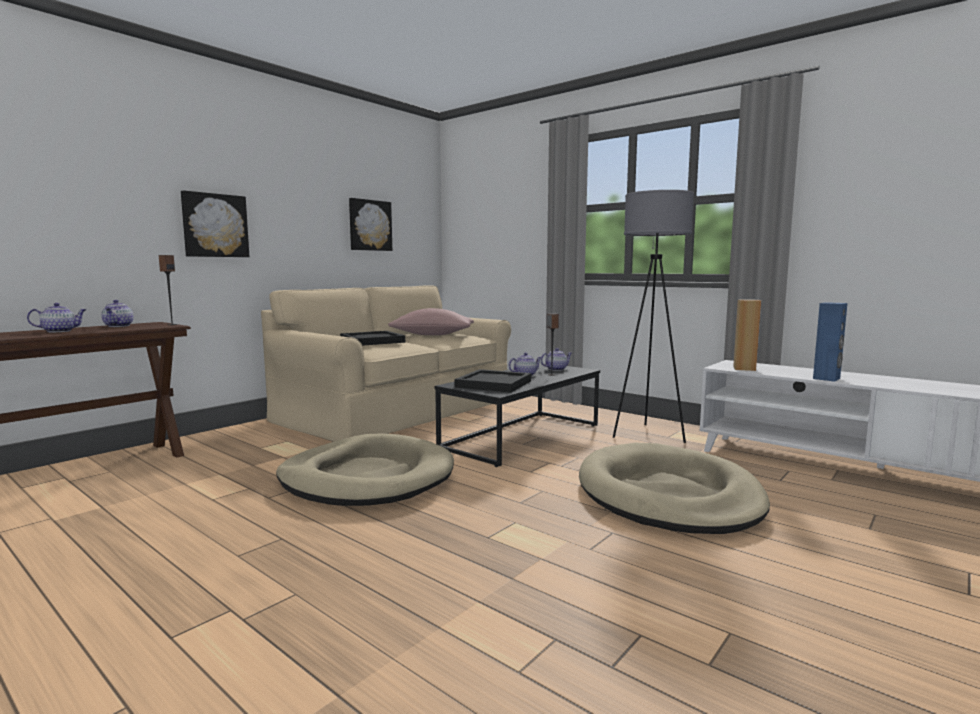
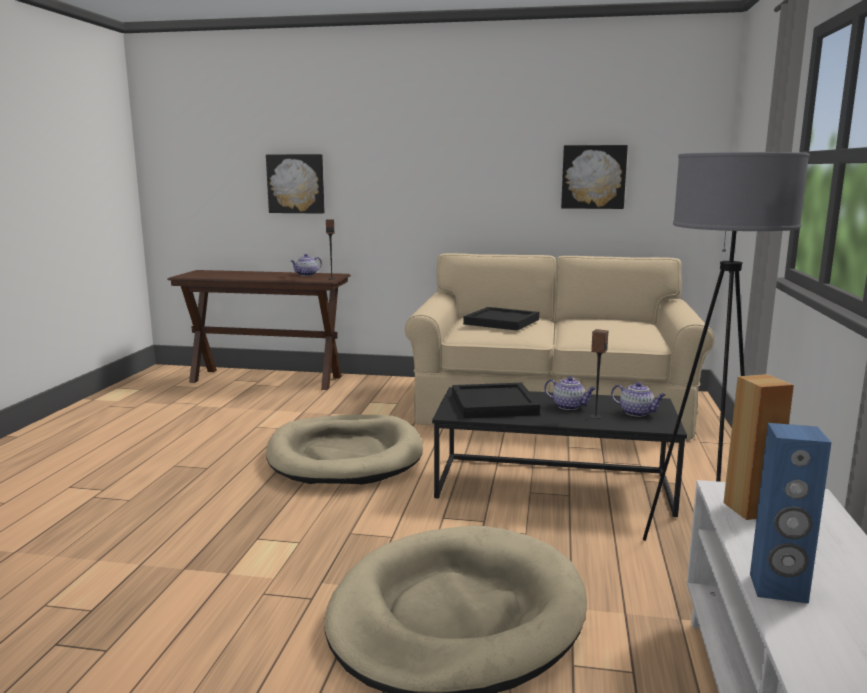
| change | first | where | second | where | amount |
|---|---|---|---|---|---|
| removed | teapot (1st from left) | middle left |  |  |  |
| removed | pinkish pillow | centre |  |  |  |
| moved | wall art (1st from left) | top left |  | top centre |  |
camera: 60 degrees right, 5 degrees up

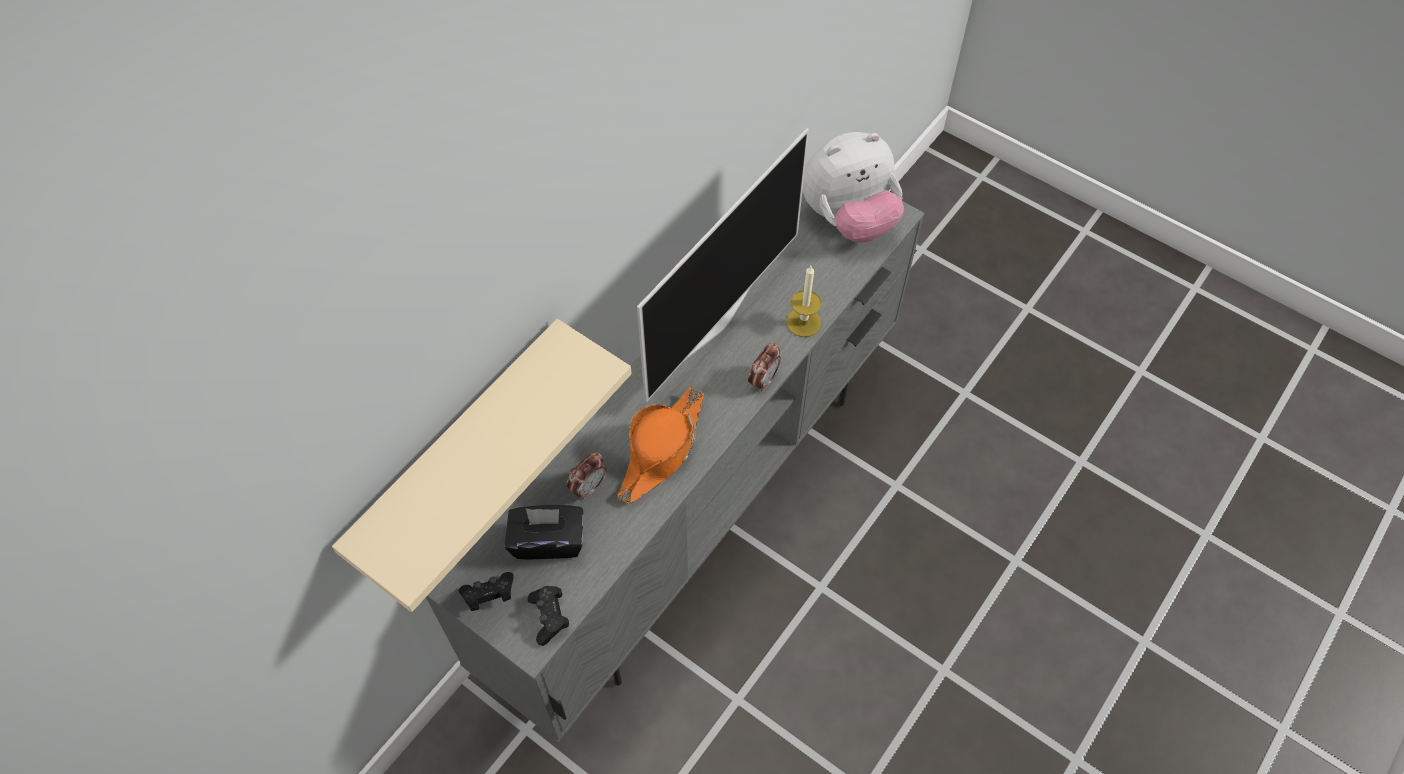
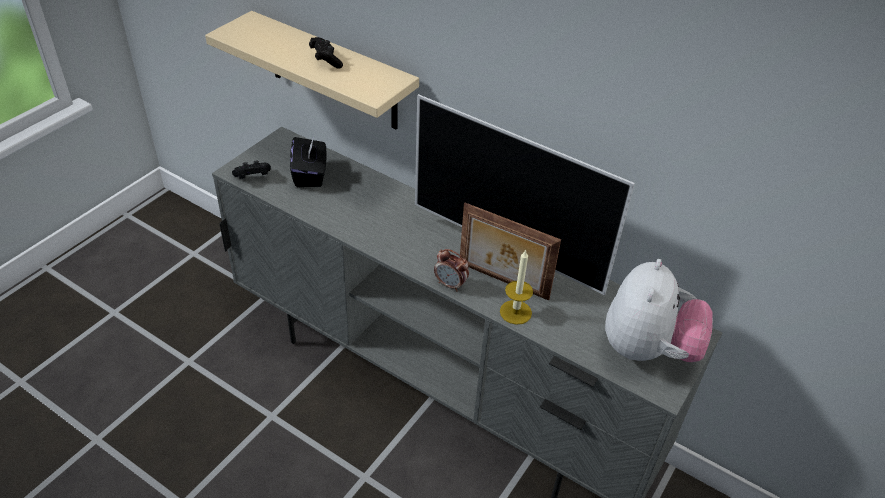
| change | first | where | second | where | amount |
|---|---|---|---|---|---|
| removed | bedside clock (1st from left) | centre |  |  |  |
| removed | orange-coloured hat | centre |  |  |  |
| added |  |  | picture frame | centre |  |
| moved | black-coloured game controller (1st from left in the first image) | bottom centre | black-coloured game controller (2nd from left) | top centre |  |
| turned | soft toy | top centre |  | middle right | 135 degrees counterclockwise |
camera: 85 degrees right, 15 degrees down

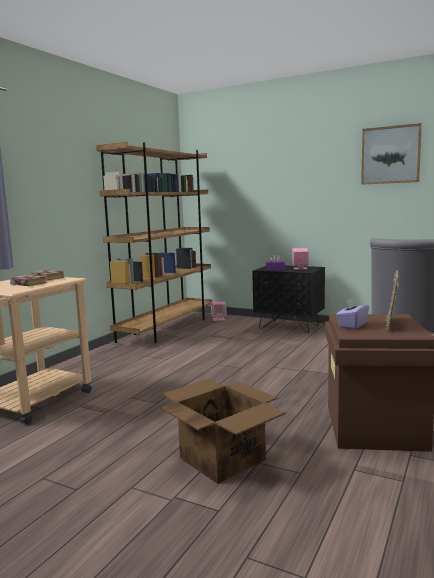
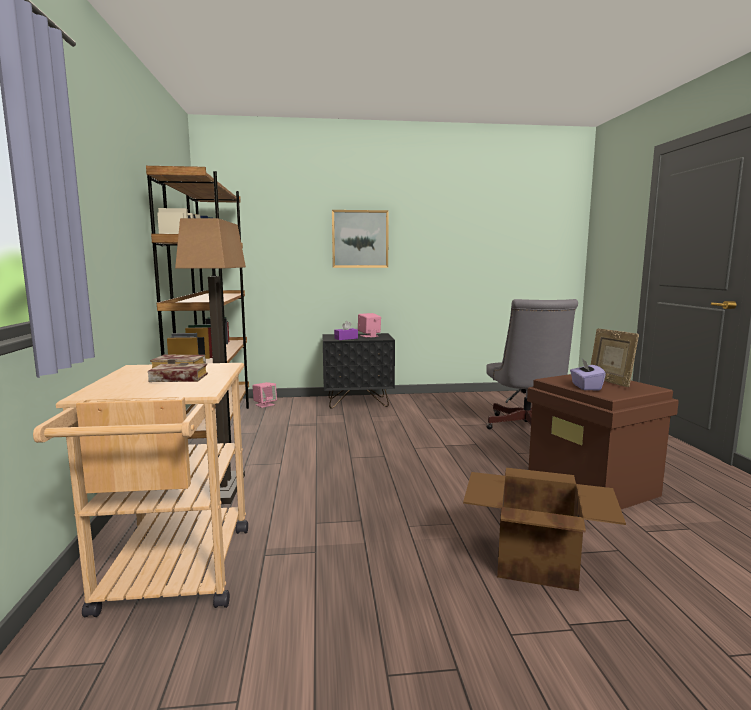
| change | first | where | second | where | amount |
|---|---|---|---|---|---|
| added |  |  | standing lamp | middle left |  |
| moved | wall art | top right |  | centre |  |
camera: 35 degrees left, 0 degrees up

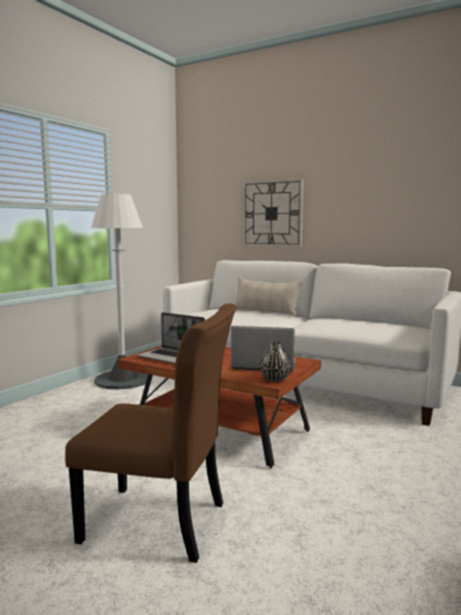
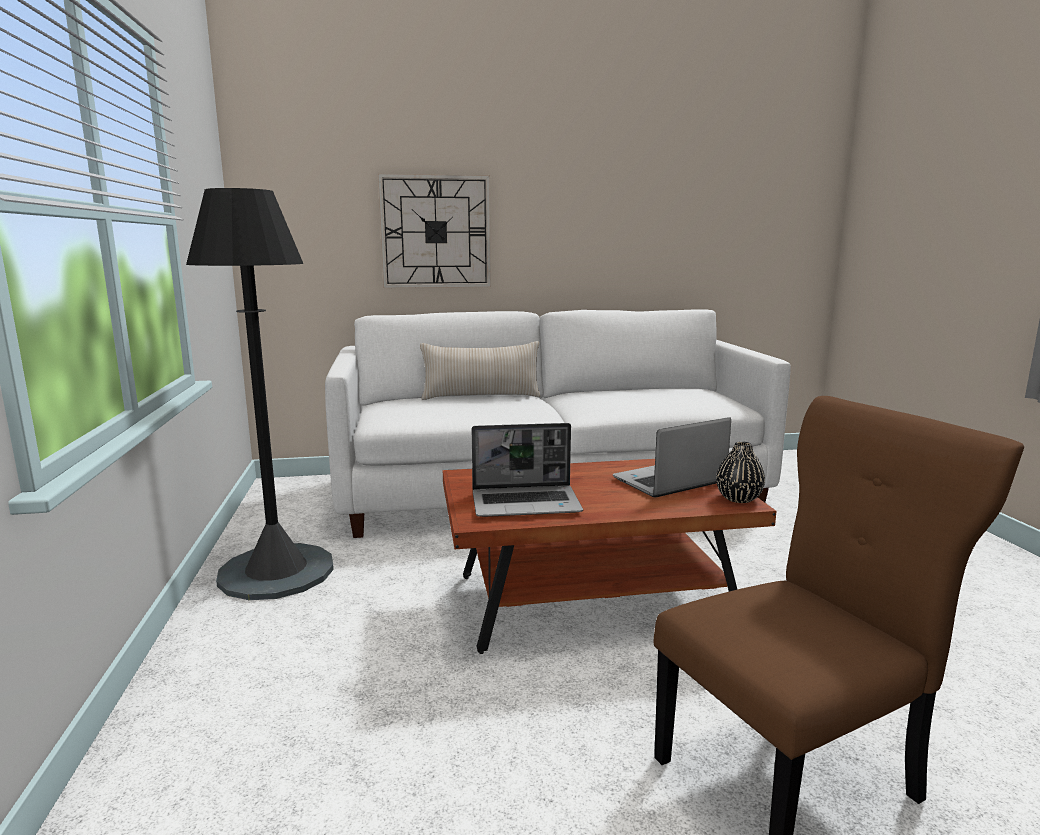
| change | first | where | second | where | amount |
|---|---|---|---|---|---|
| recoloured | white-coloured standing lamp | middle left | black-coloured standing lamp | middle left |  |
camera: 40 degrees left, 5 degrees up

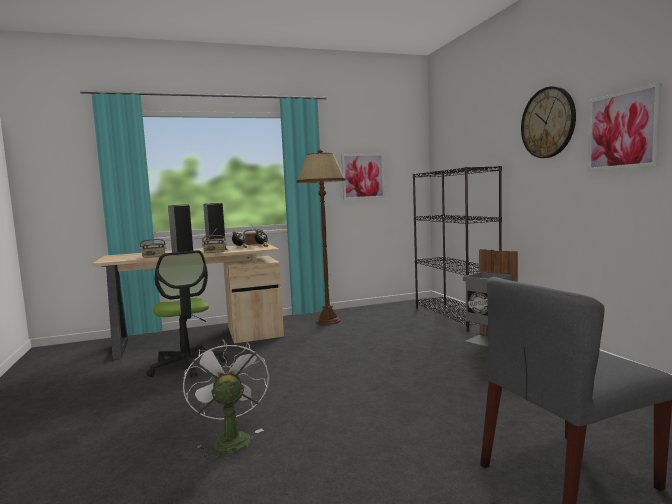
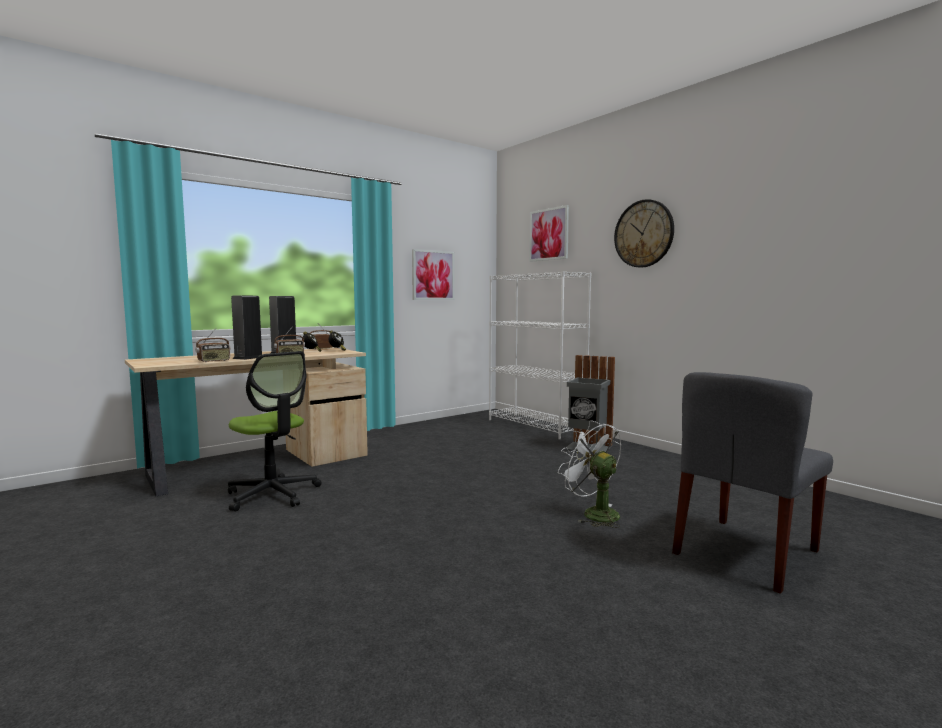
| change | first | where | second | where | amount |
|---|---|---|---|---|---|
| removed | brown-coloured standing lamp | centre |  |  |  |
| moved | white-coloured fan | bottom centre |  | centre |  |
| moved | wall art (2nd from left) | top right |  | top centre |  |
| recoloured | black-coloured bookshelf | middle right | white-coloured bookshelf | centre |  |
camera: 20 degrees left, 0 degrees up

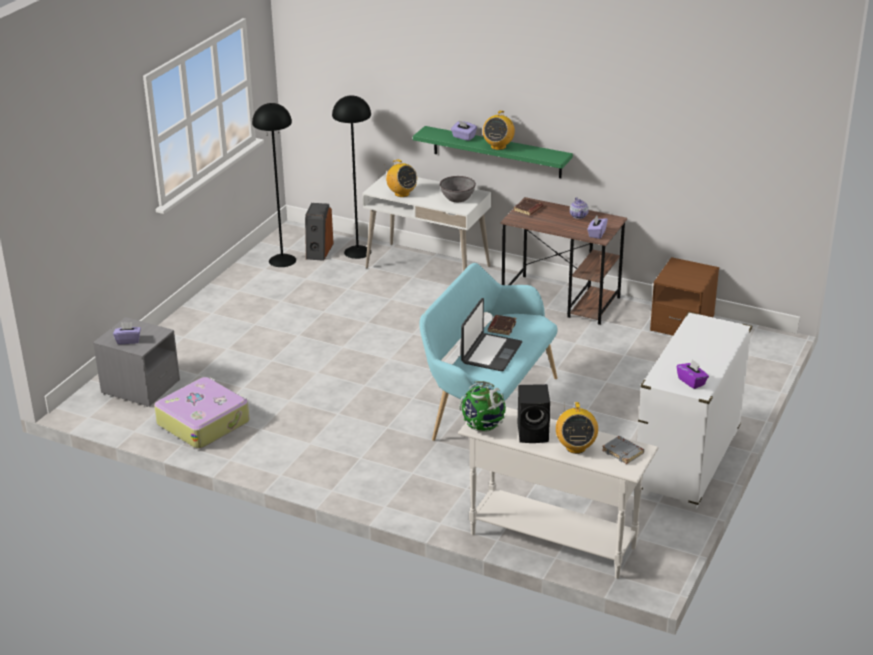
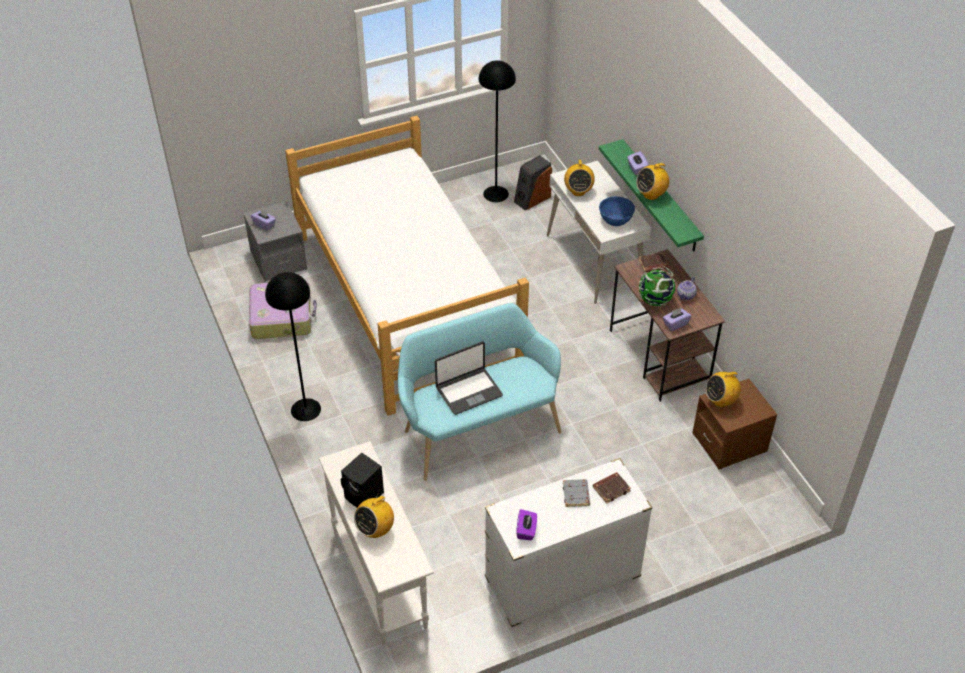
| change | first | where | second | where | amount |
|---|---|---|---|---|---|
| added |  |  | bedroom bed | centre |  |
| added |  |  | radio receiver (4th from left) | middle right |  |
| moved | black-coloured standing lamp (2nd from left in the first image) | top centre | black-coloured standing lamp (1st from left) | middle left |  |
| moved | globe | centre |  | middle right |  |
| moved | brown-coloured book (1st from left) | centre |  | bottom centre |  |
| moved | gray book | bottom right |  | bottom centre |  |
| recoloured | gray serving bowl | top centre | bluish serving bowl | top centre |  |
camera: 40 degrees right, 15 degrees up

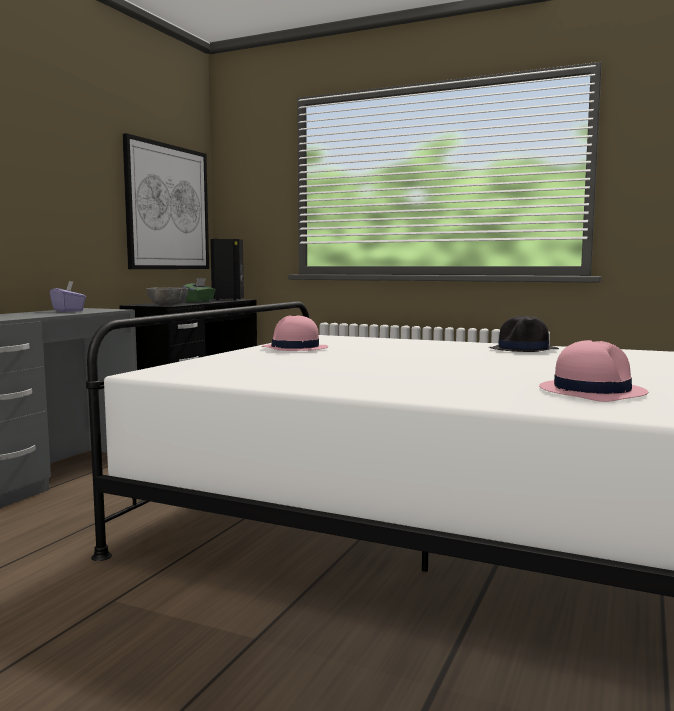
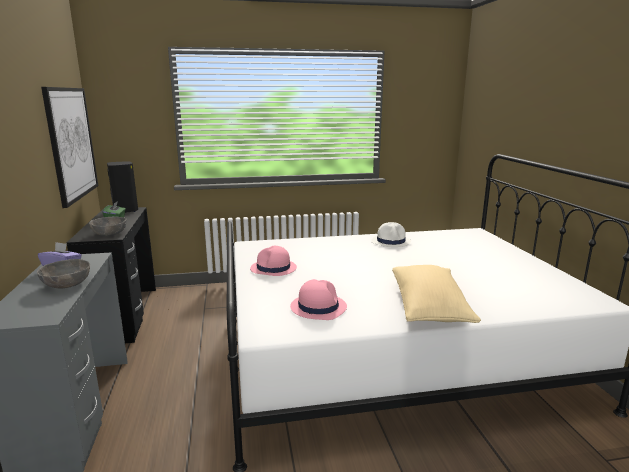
| change | first | where | second | where | amount |
|---|---|---|---|---|---|
| added |  |  | gray serving bowl (1st from left) | middle left |  |
| added |  |  | beige pillow | middle right |  |
| moved | pinkish hat (2nd from left) | middle right |  | centre |  |
| recoloured | black-coloured hat | middle right | white-coloured hat | centre |  |
camera: 35 degrees left, 10 degrees up

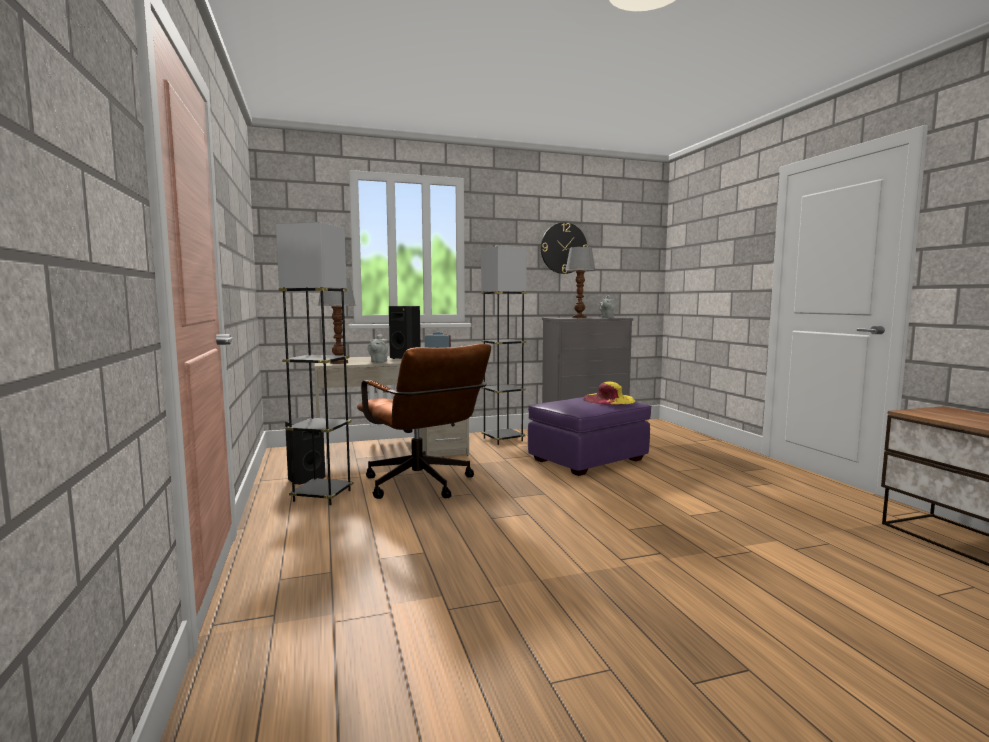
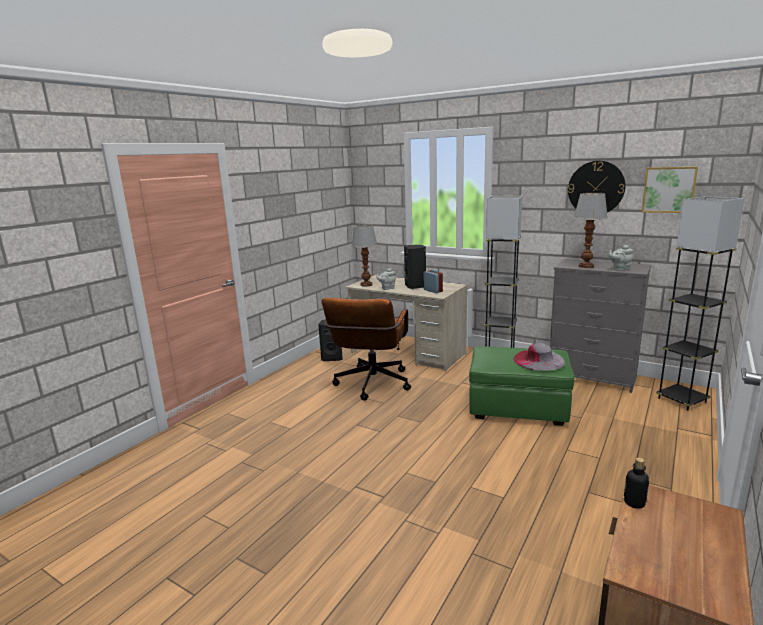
| change | first | where | second | where | amount |
|---|---|---|---|---|---|
| added |  |  | beverage bottle | bottom right |  |
| added |  |  | wall art | top right |  |
| moved | gray standing lamp (1st from left in the first image) | middle left | gray standing lamp (2nd from left) | middle right |  |
| recoloured | purplish ottoman | centre | green-coloured ottoman | middle right |  |
| recoloured | yellow-coloured hat | centre | gray hat | middle right |  |
camera: 50 degrees right, 10 degrees up

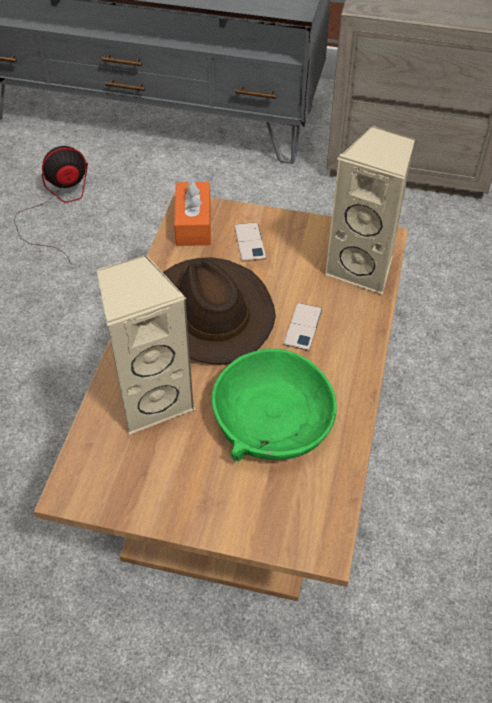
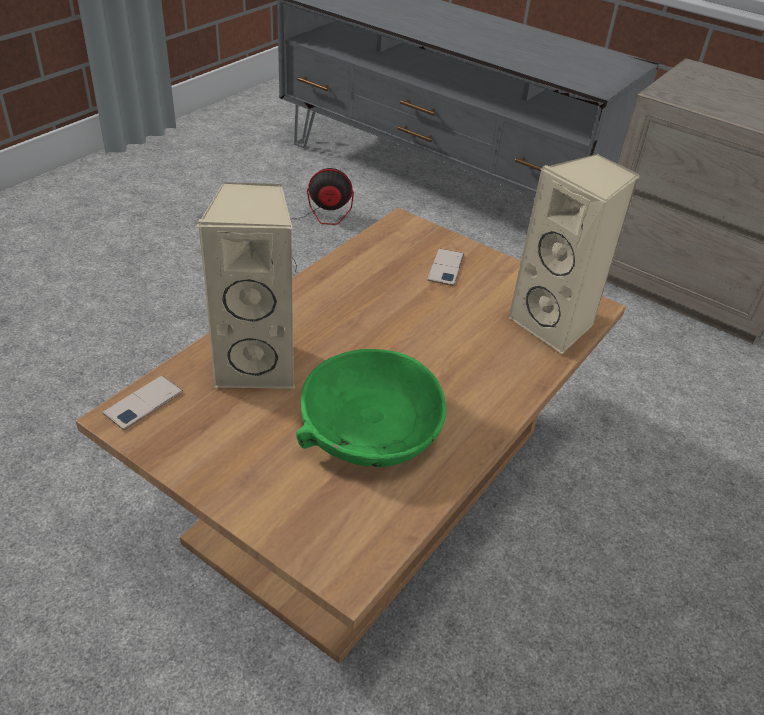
| change | first | where | second | where | amount |
|---|---|---|---|---|---|
| removed | brown-coloured hat | centre |  |  |  |
| removed | orange-coloured tissue box | top centre |  |  |  |
| moved | handset (2nd from left in the first image) | centre | handset (1st from left) | middle left |  |
camera: 20 degrees right, 10 degrees down

